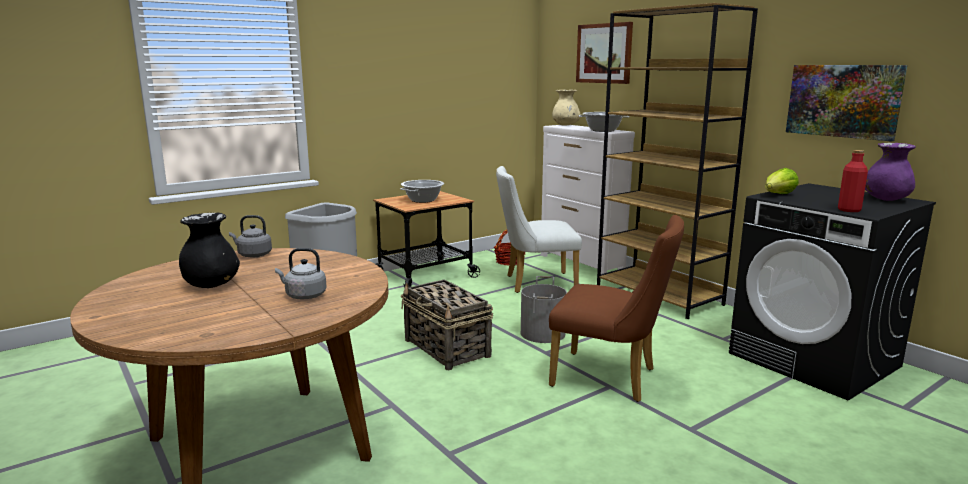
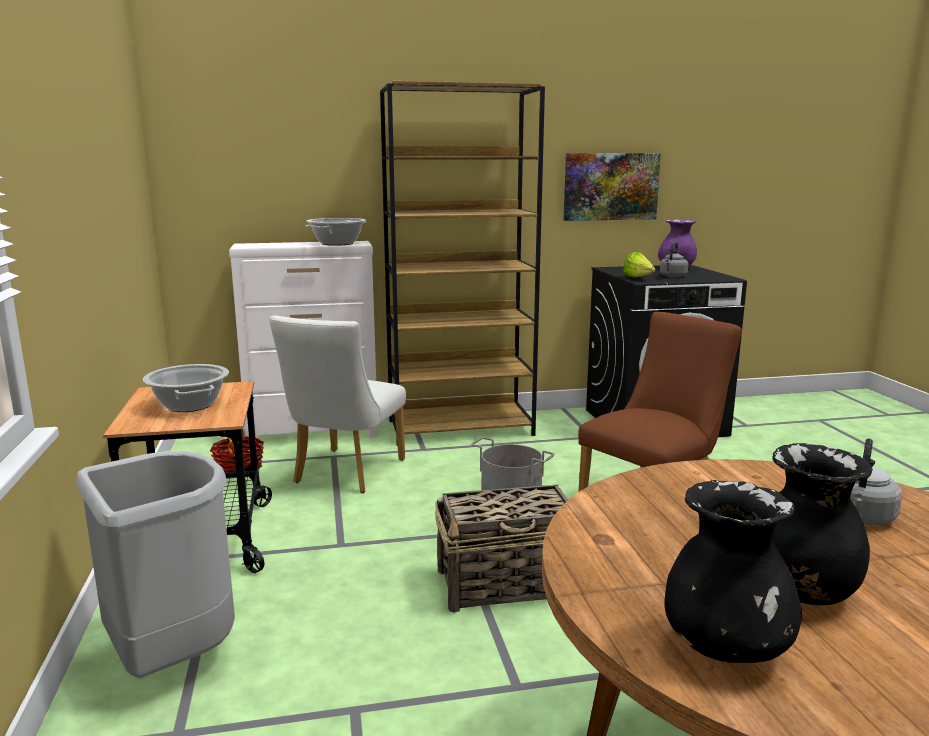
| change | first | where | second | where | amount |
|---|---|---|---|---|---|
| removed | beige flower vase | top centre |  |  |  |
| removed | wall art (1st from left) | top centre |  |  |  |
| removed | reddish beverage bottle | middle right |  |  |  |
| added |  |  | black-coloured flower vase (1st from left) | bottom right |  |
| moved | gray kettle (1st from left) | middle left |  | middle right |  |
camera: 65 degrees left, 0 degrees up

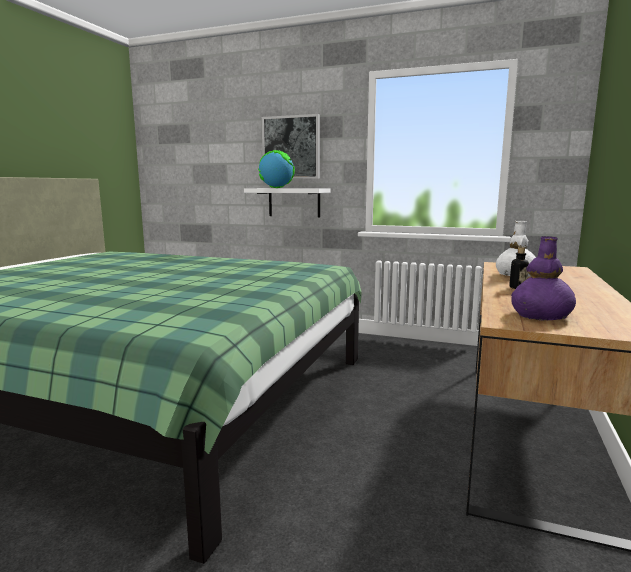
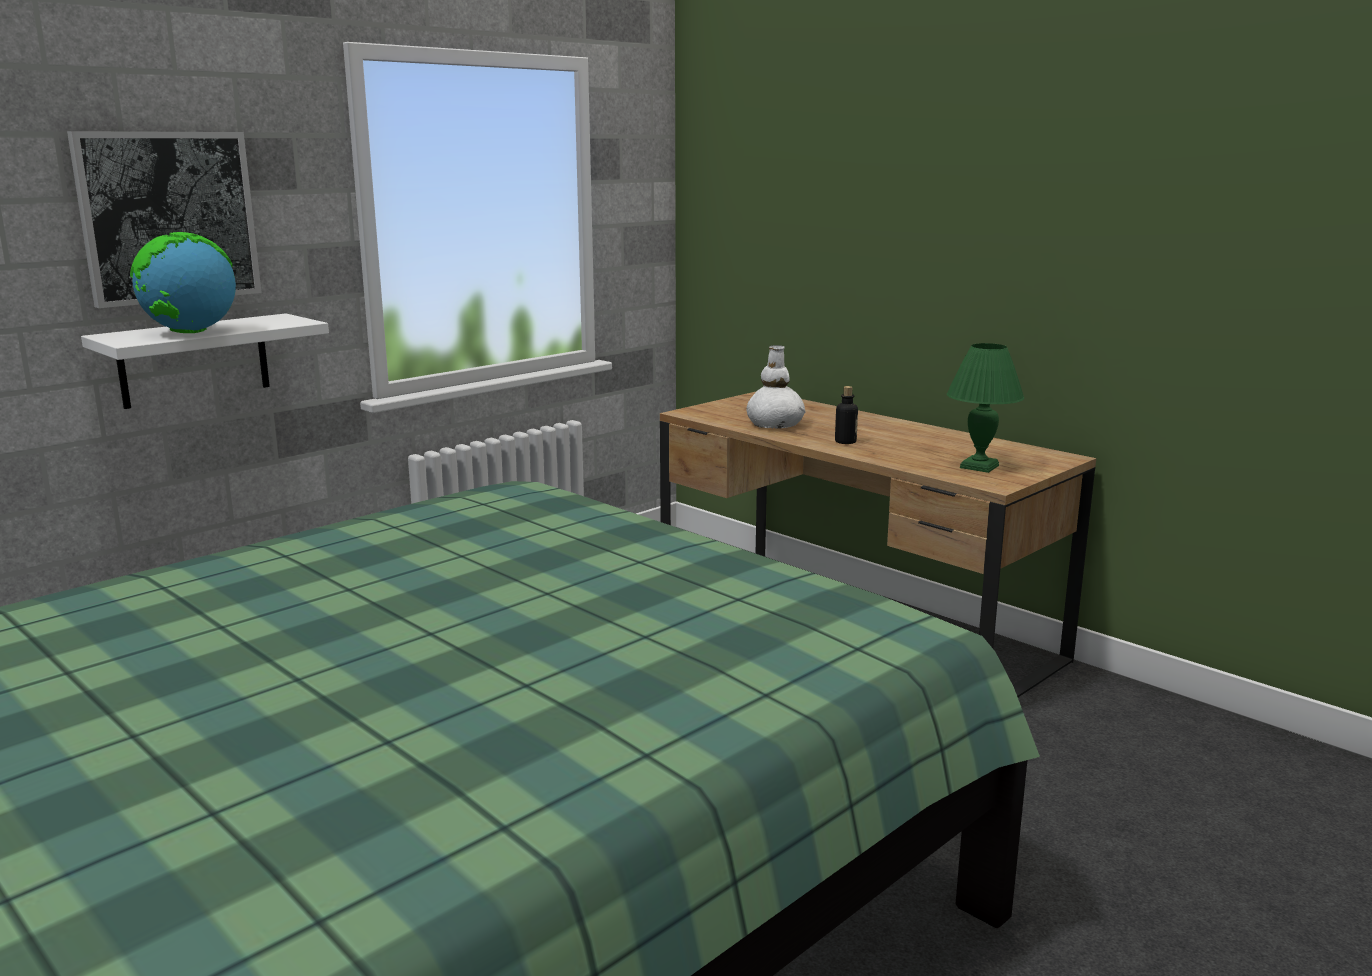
| change | first | where | second | where | amount |
|---|---|---|---|---|---|
| replaced | purplish flower vase | middle right | green-coloured lamp for a table | middle right |  |
camera: 65 degrees left, 5 degrees up

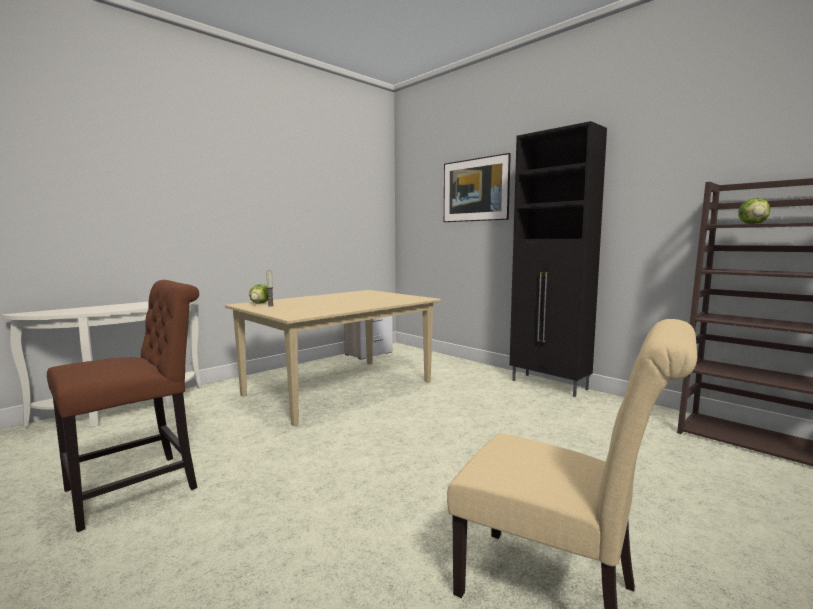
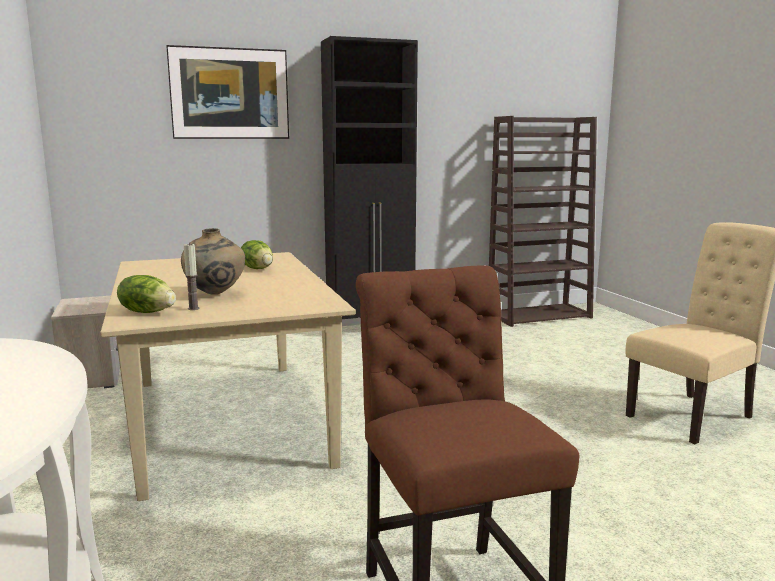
| change | first | where | second | where | amount |
|---|---|---|---|---|---|
| added |  |  | beige flower vase | middle left |  |
| moved | lettuce head (2nd from left) | middle right |  | middle left |  |
camera: 65 degrees left, 5 degrees up

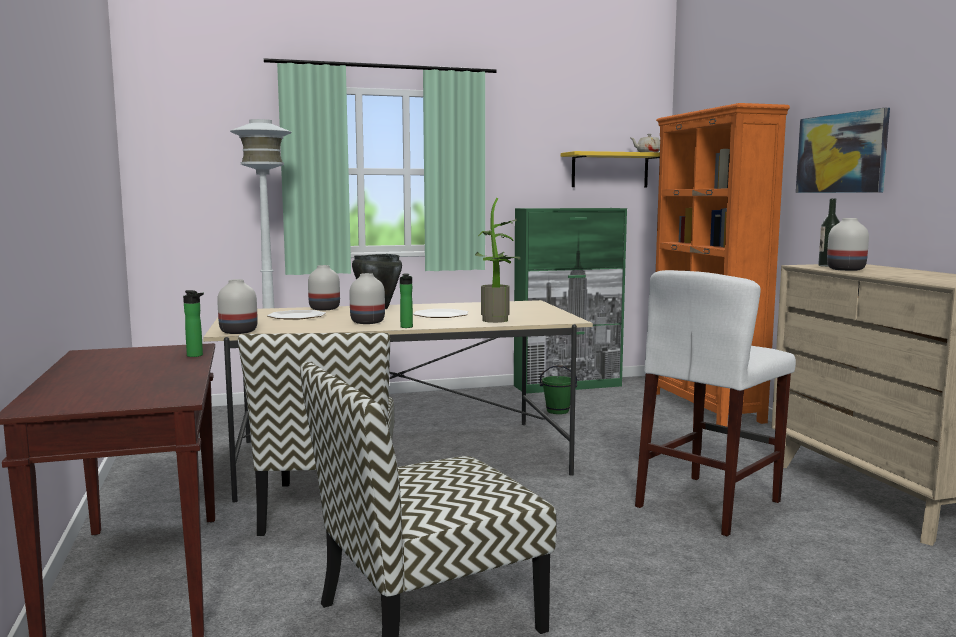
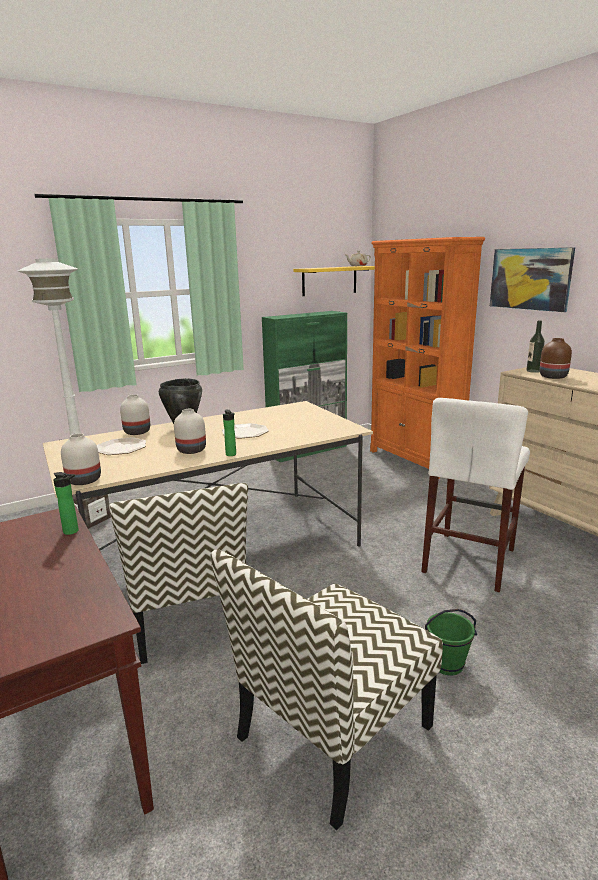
| change | first | where | second | where | amount |
|---|---|---|---|---|---|
| removed | houseplant | centre |  |  |  |
| moved | green-coloured pail | centre |  | bottom right |  |
| recoloured | white-coloured flower vase (4th from left) | middle right | brown-coloured flower vase | middle right |  |
camera: 15 degrees left, 10 degrees up

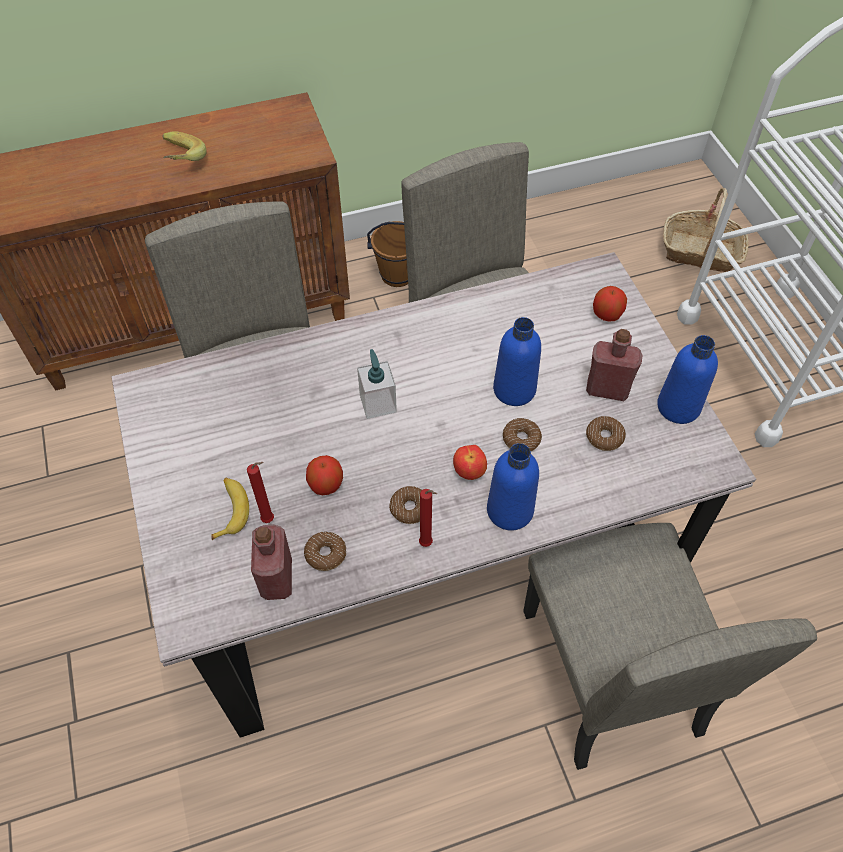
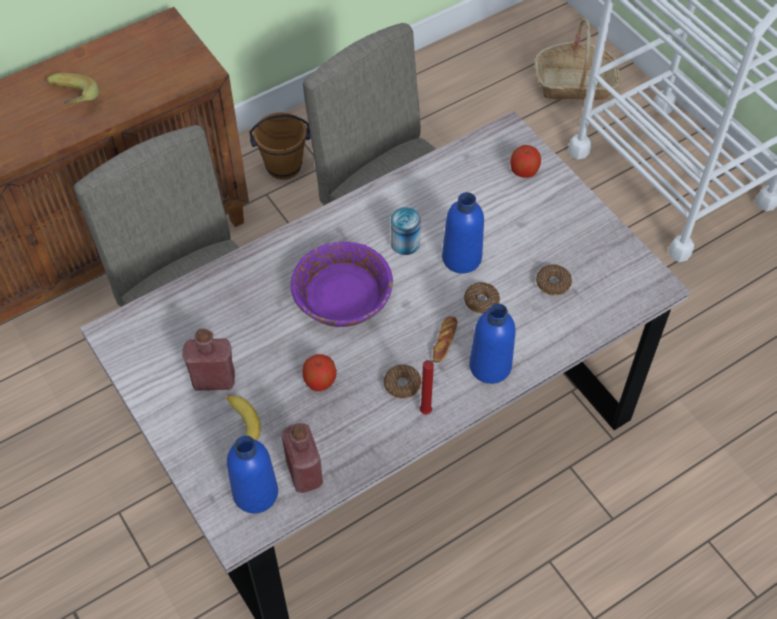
| change | first | where | second | where | amount |
|---|---|---|---|---|---|
| removed | reddish wax candle (1st from left) | middle left |  |  |  |
| removed | ring doughnut (1st from left) | centre |  |  |  |
| removed | beige chair (3rd from left) | bottom right |  |  |  |
| added |  |  | can | centre |  |
| moved | reddish beverage bottle (2nd from left in the first image) | middle right | reddish beverage bottle (1st from left) | middle left |  |
| moved | bluish beverage bottle (3rd from left in the first image) | middle right | bluish beverage bottle (1st from left) | bottom left |  |
| replaced | soap dispenser | centre | purplish serving bowl | centre |  |
| replaced | apple (2nd from left) | centre | bakery bread | centre |  |
camera: 15 degrees left, 0 degrees up

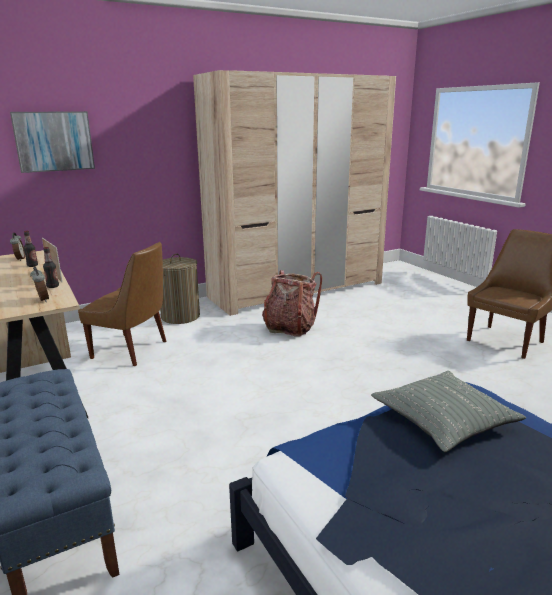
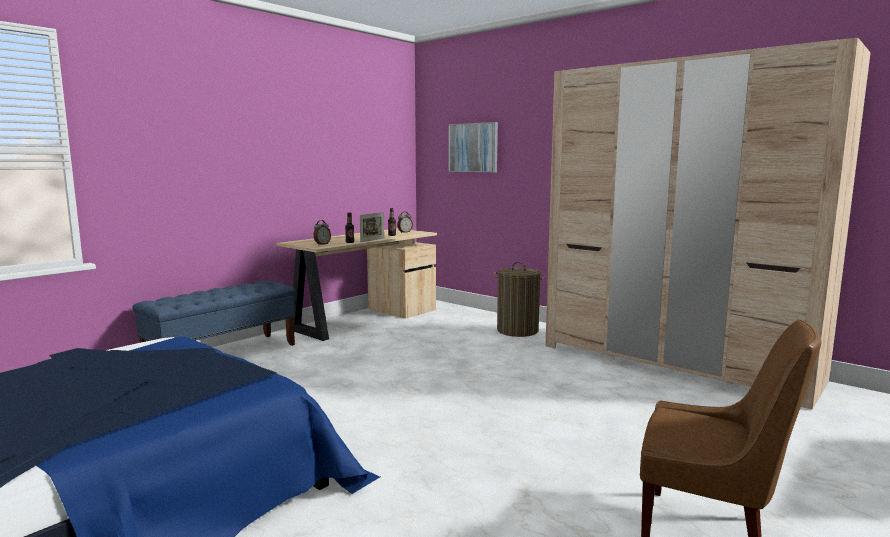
| change | first | where | second | where | amount |
|---|---|---|---|---|---|
| removed | brown-coloured chair (1st from left) | middle left |  |  |  |
| removed | rucksack | centre |  |  |  |
| removed | gray pillow | bottom right |  |  |  |
camera: 70 degrees right, 10 degrees down

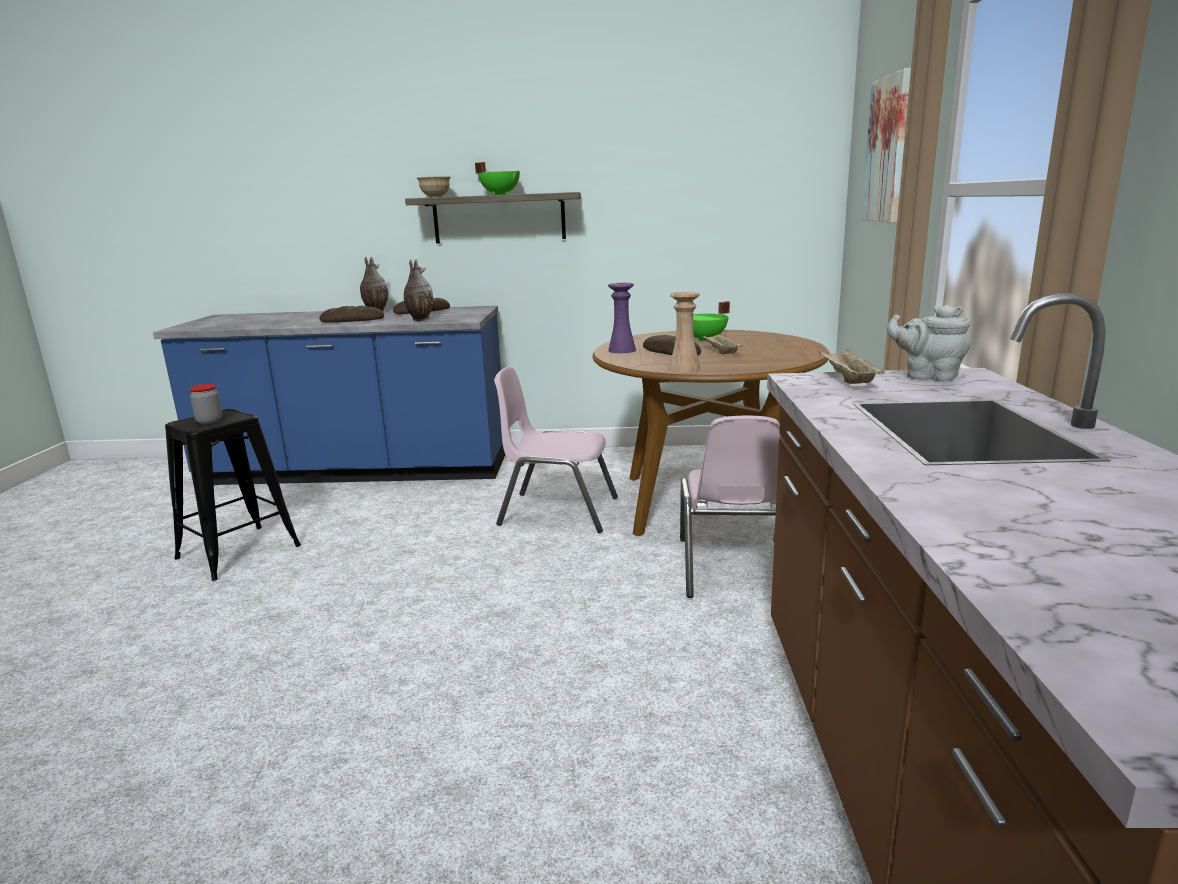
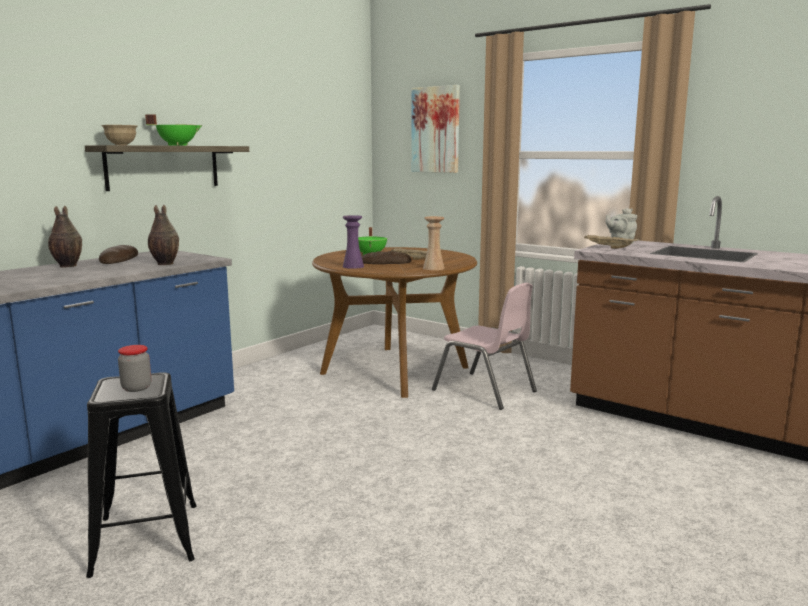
| change | first | where | second | where | amount |
|---|---|---|---|---|---|
| removed | bakery bread (1st from left) | middle left |  |  |  |
| removed | pinkish chair (1st from left) | centre |  |  |  |
camera: 55 degrees left, 5 degrees down

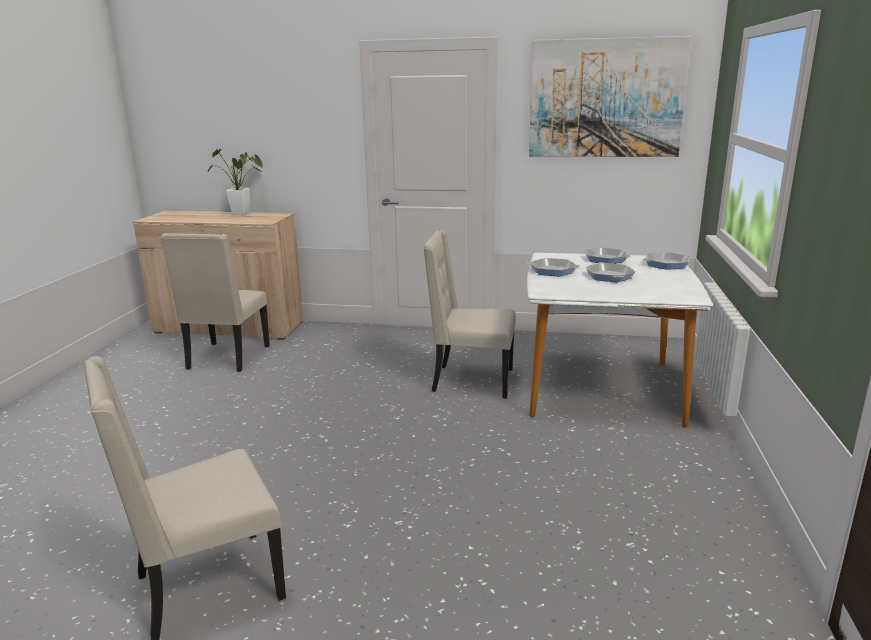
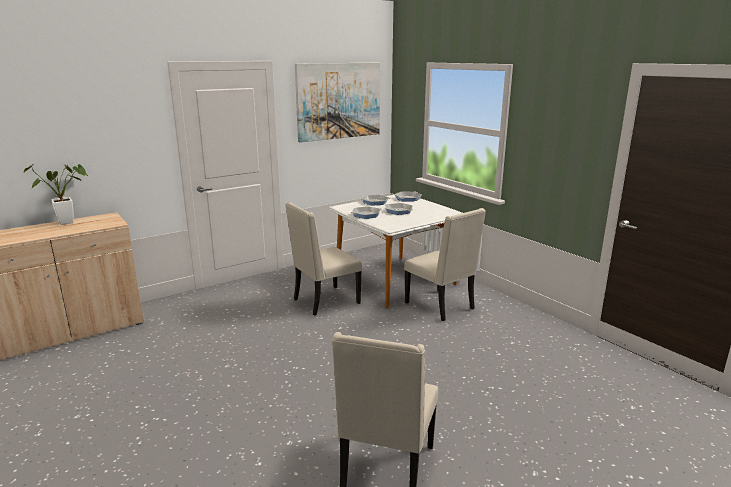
| change | first | where | second | where | amount |
|---|---|---|---|---|---|
| moved | beige chair (2nd from left in the first image) | middle left | beige chair (3rd from left) | centre |  |
camera: 45 degrees left, 0 degrees up

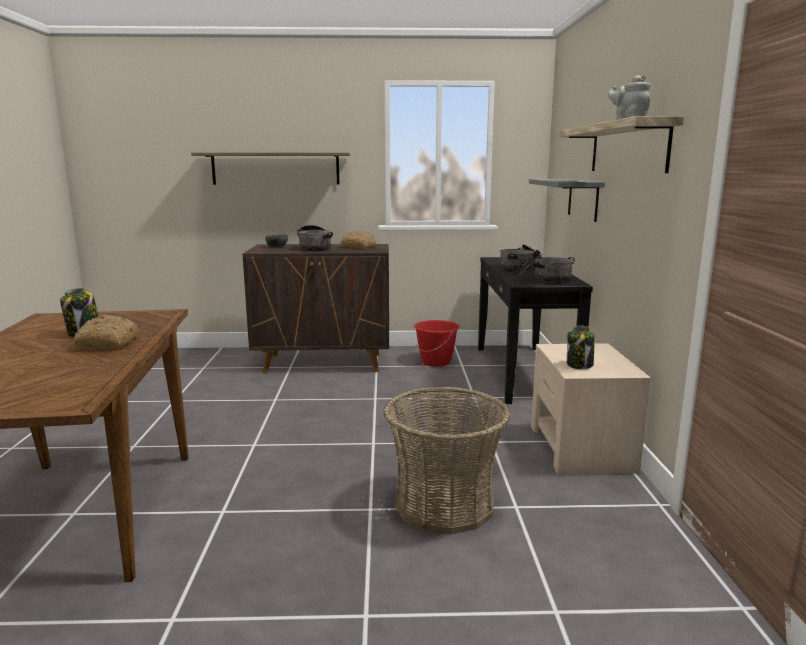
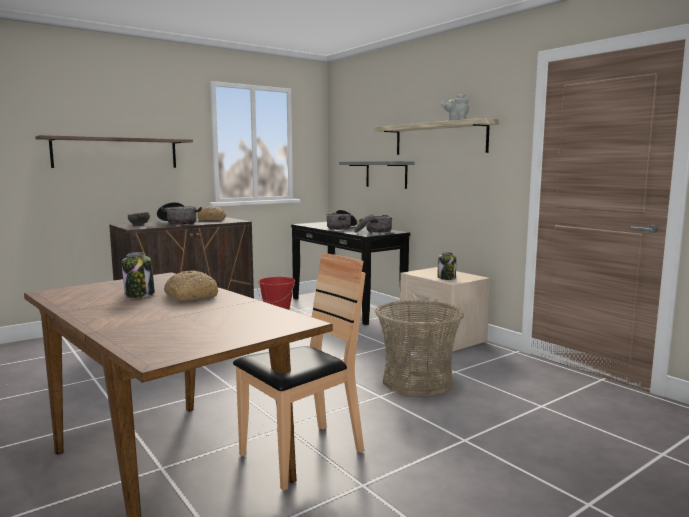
| change | first | where | second | where | amount |
|---|---|---|---|---|---|
| added |  |  | brown-coloured chair | bottom centre |  |
camera: 35 degrees left, 5 degrees down

